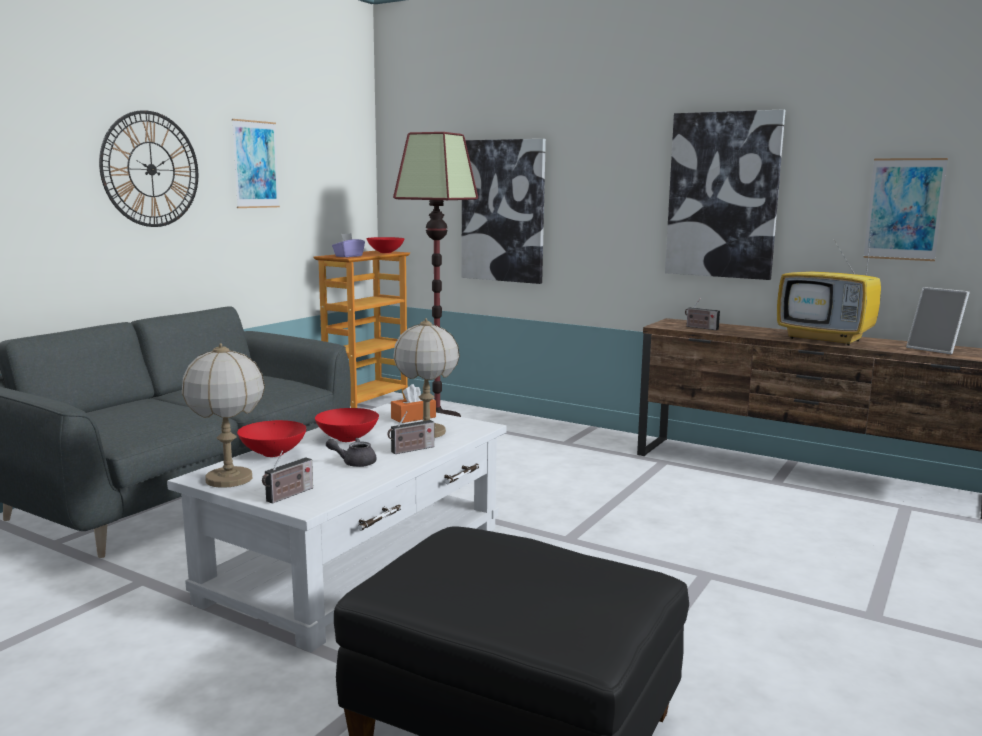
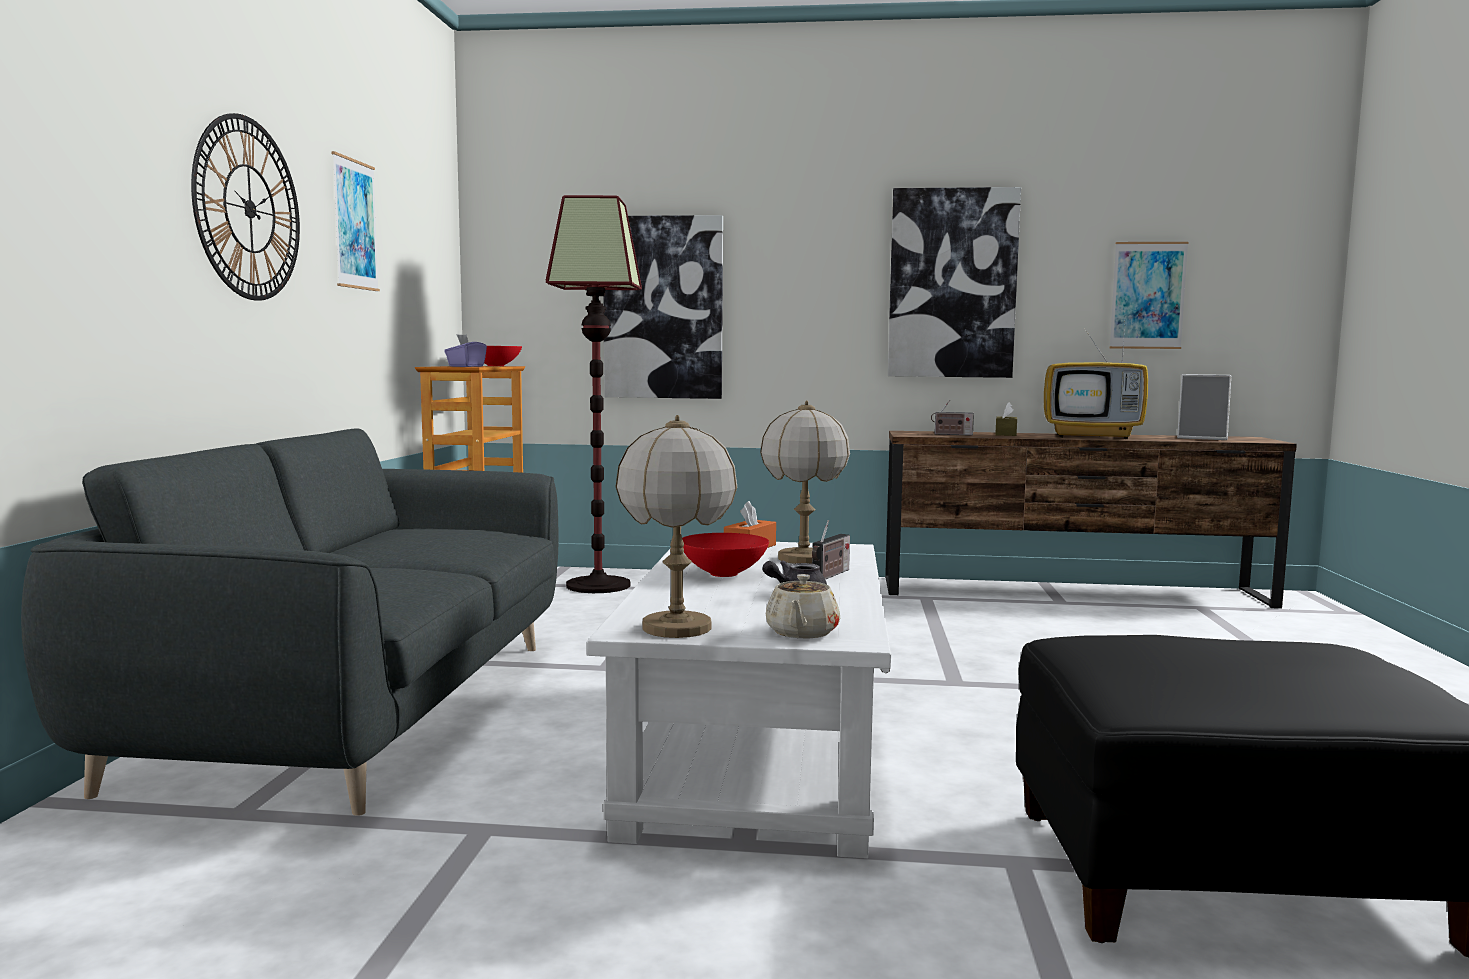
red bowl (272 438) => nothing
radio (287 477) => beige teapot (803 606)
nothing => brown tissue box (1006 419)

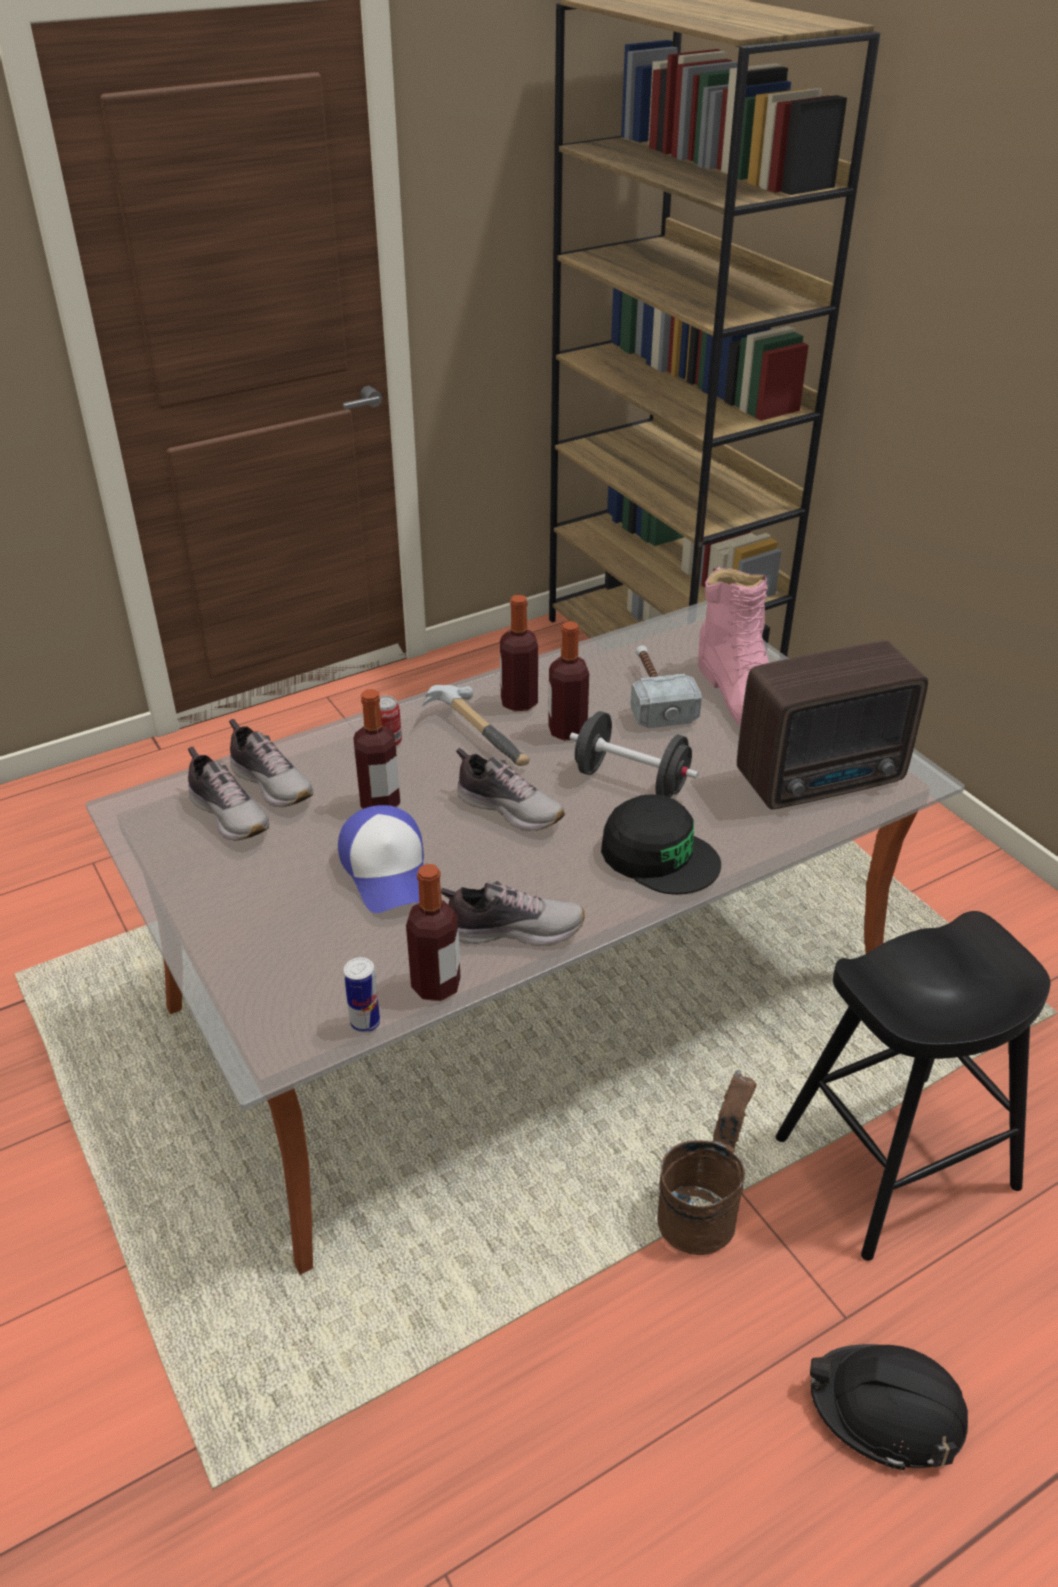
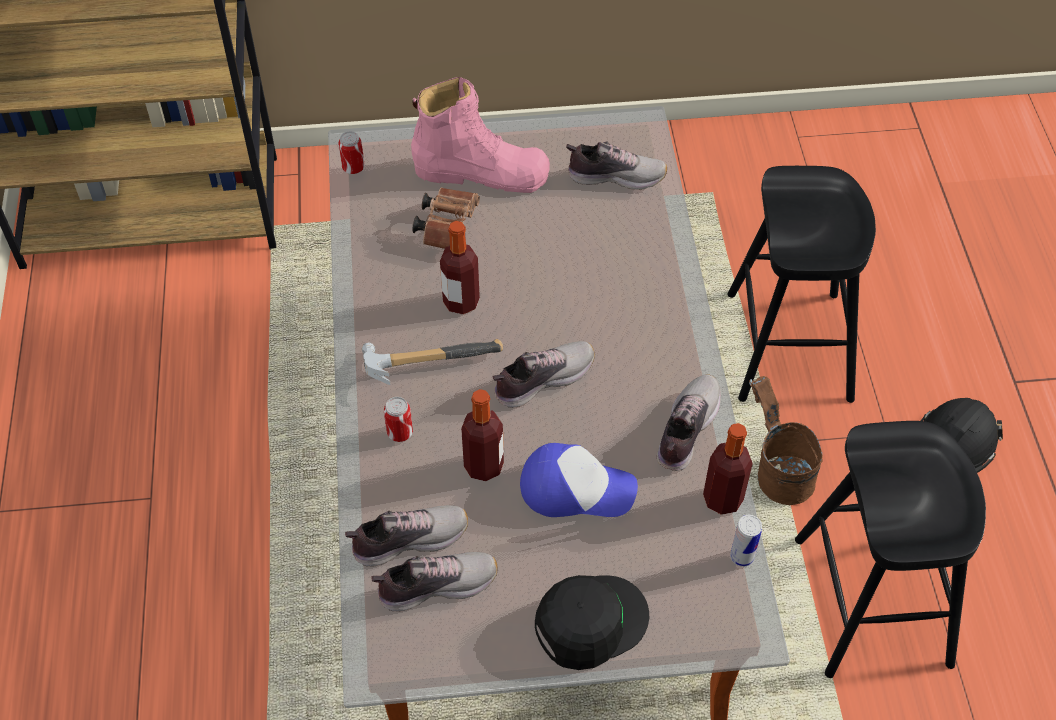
bottle (519 653) => nothing
black dumbbell (634 754) => nothing
black cap (661 844) => black cap (592 622), moved
hammer (666 687) => brown binoculars (446 218)
radio (832 725) => shoe (616 165)
nothing => can (351 152)
nothing => black stool (890 549)

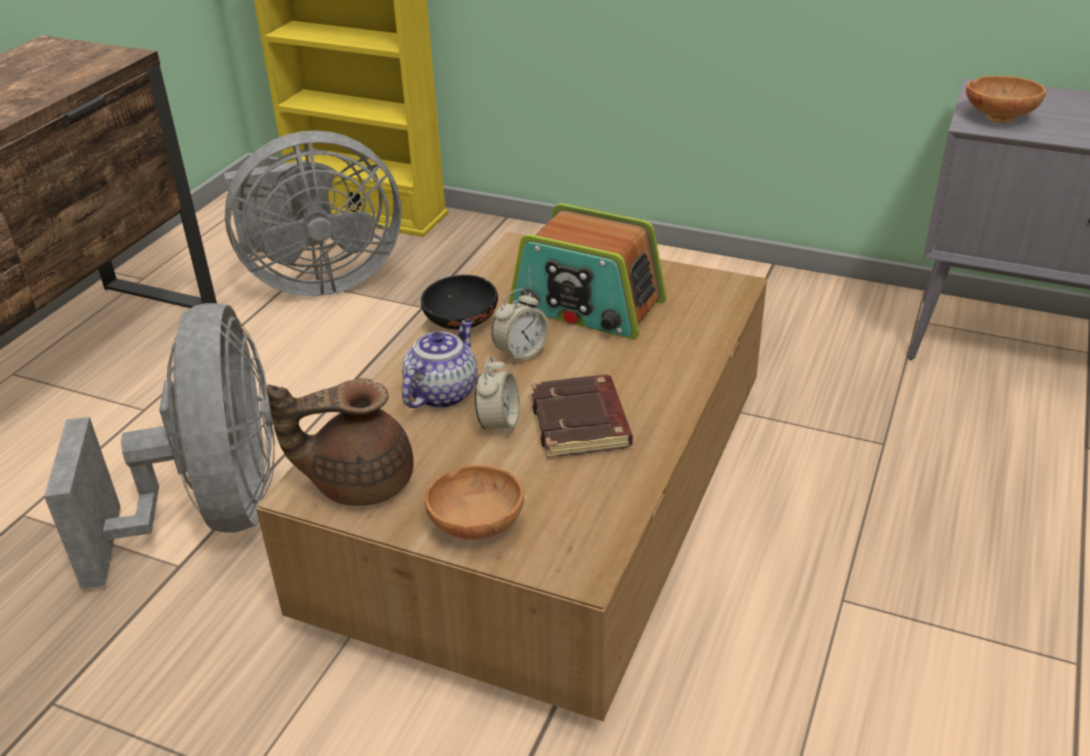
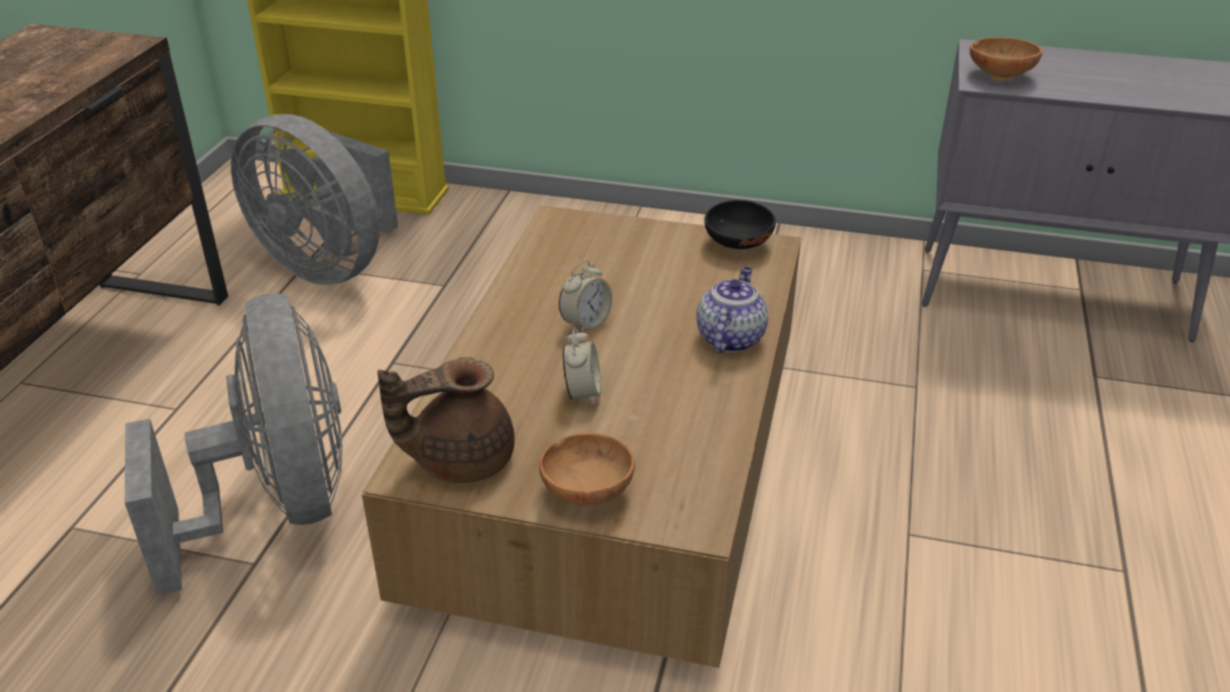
grey fan (313 213) => grey fan (314 199), 60 degrees clockwise
teapot (439 363) => teapot (732 310), moved
black bowl (459 302) => black bowl (740 224), moved
radio (588 271) => nothing
brown book (582 416) => nothing

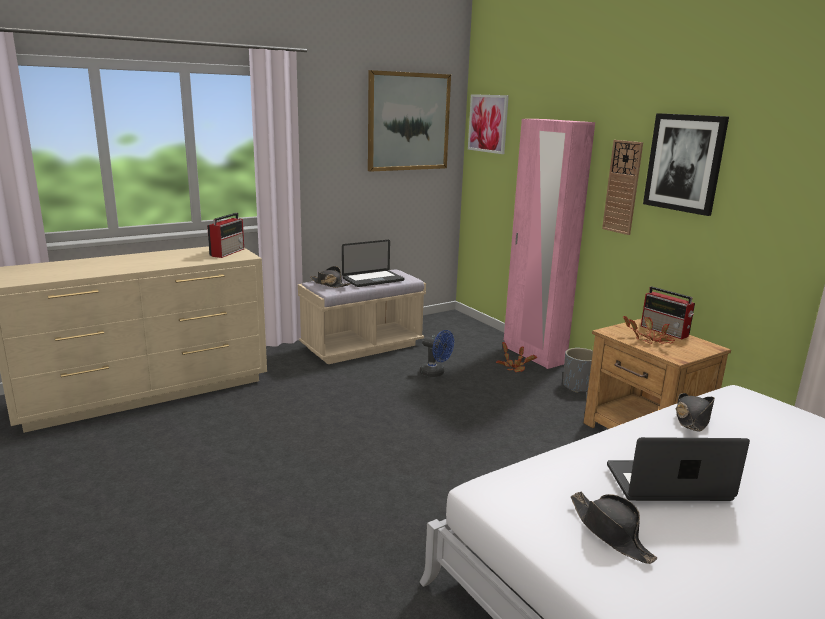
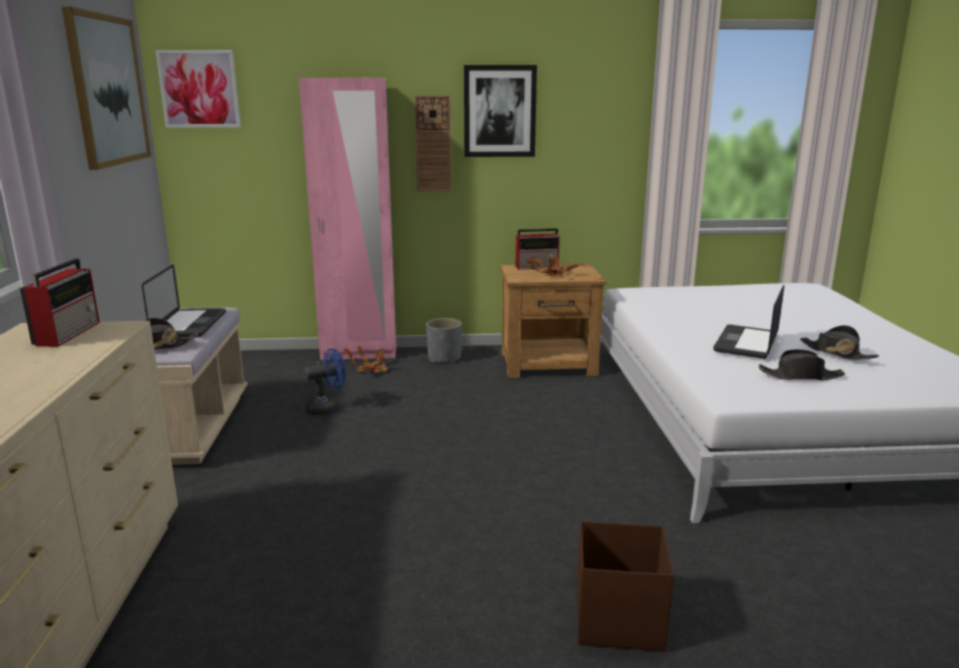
radio (225 235) => radio (60 302), 45 degrees clockwise
black hat (695 412) => black hat (839 342), moved
nothing => brown storage box (625 586)

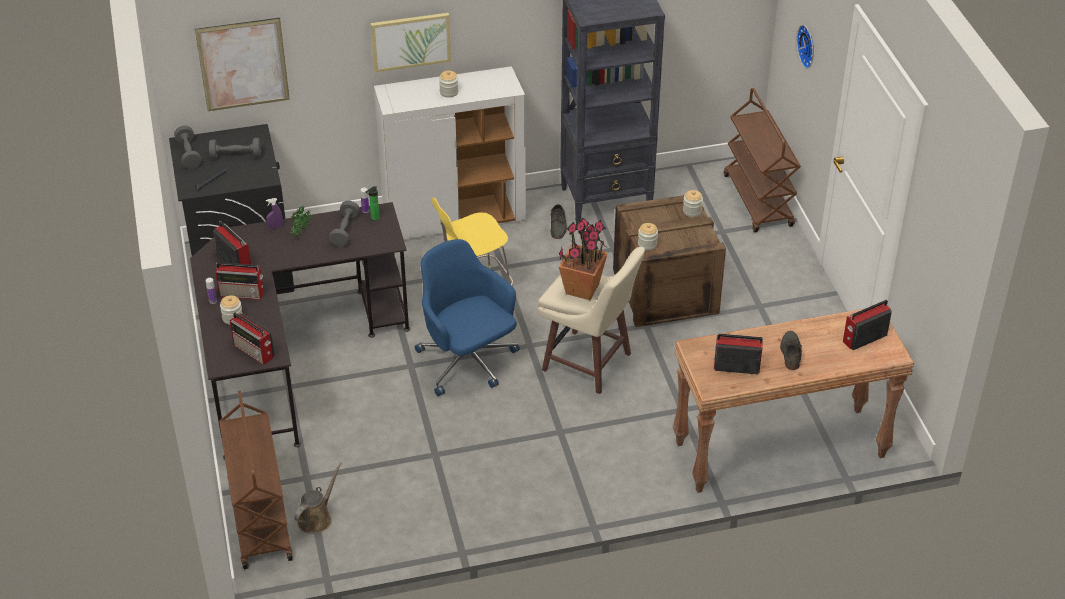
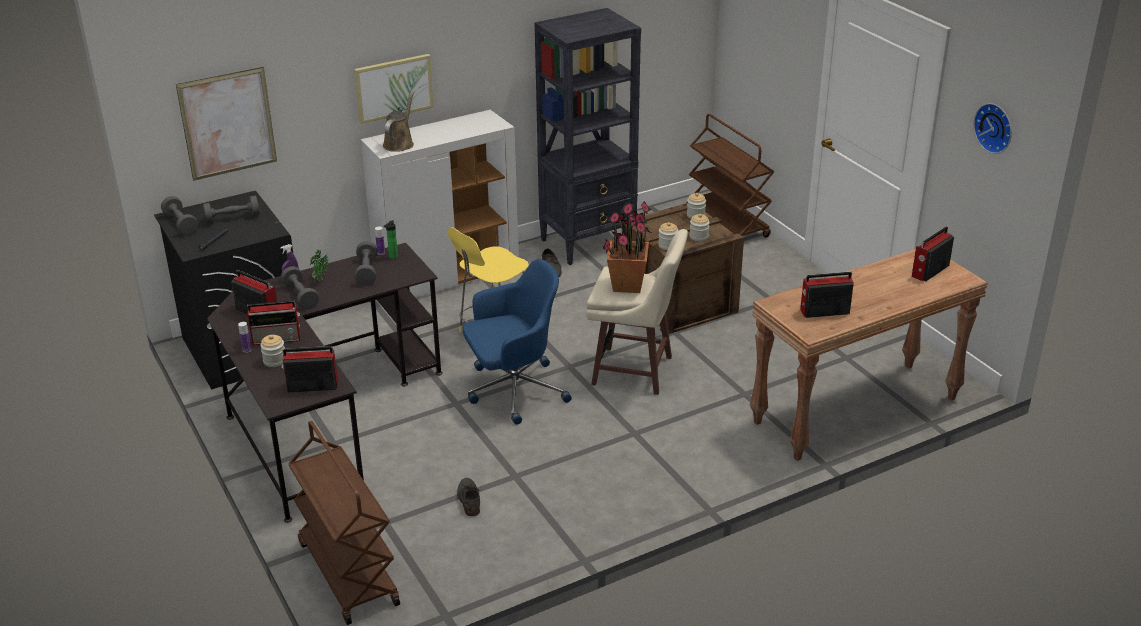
radio (252 338) => radio (309 369), 150 degrees clockwise
brown watering can (318 498) => brown watering can (398 122), moved
blue office chair (467 317) => blue office chair (517 342), 120 degrees clockwise
jar (449 84) => jar (700 227), moved
grey shoe (791 350) => grey shoe (468 497), moved
wall clock (805 47) => wall clock (992 128), moved
nothing => grey dumbbell (300 287)

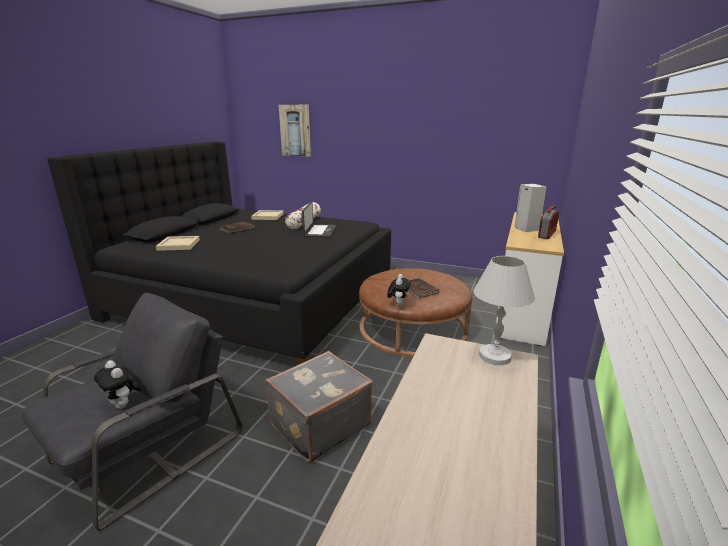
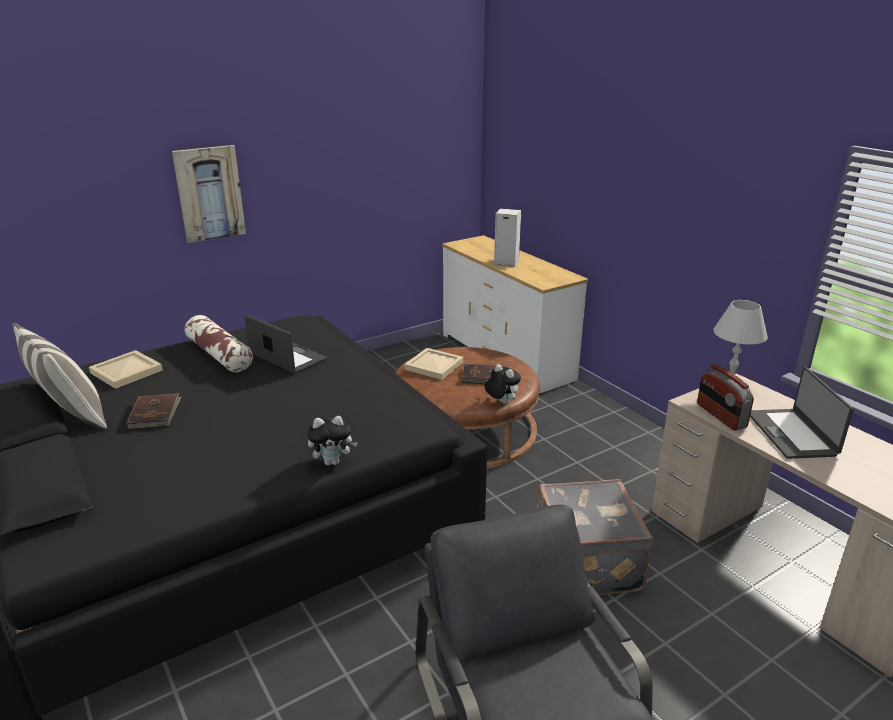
plush toy (118 384) => plush toy (332 440), moved
beige tray (178 243) => beige tray (433 364), moved
picture (295 131) => picture (209 194), moved
radio (548 222) => radio (725 397), moved
nothing => pillow (59 375)
nothing => laptop (802 413)

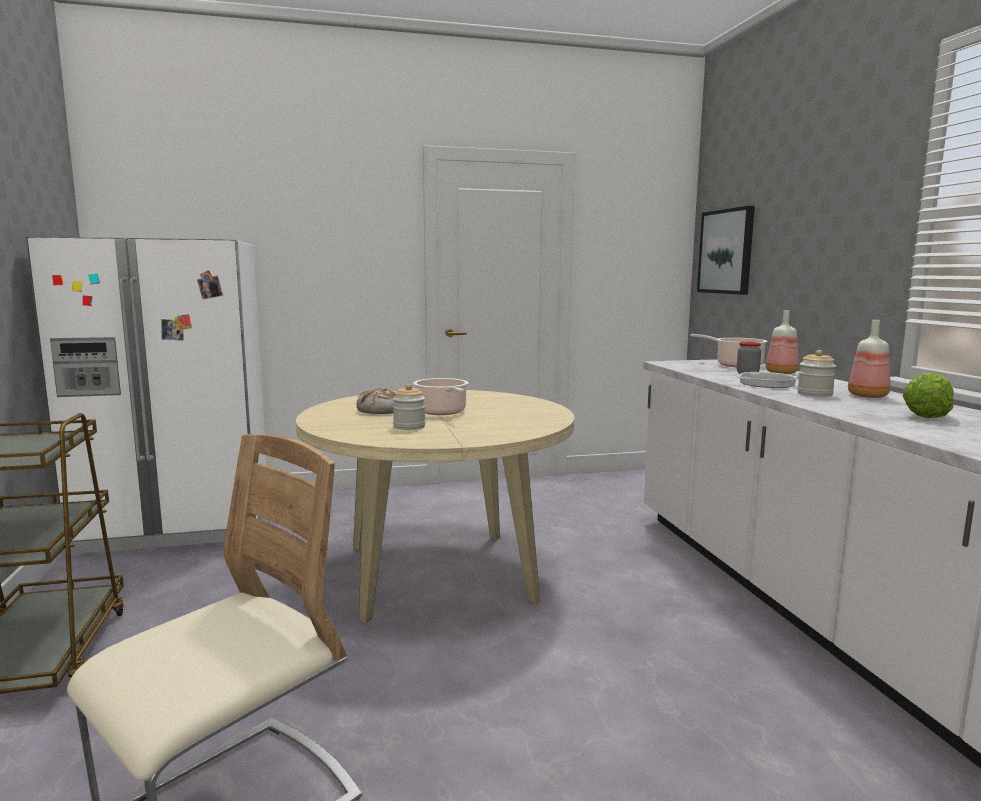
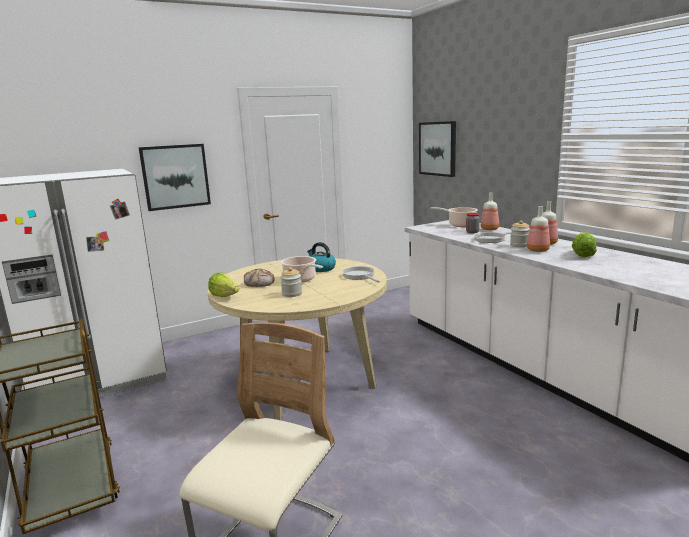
nothing => picture (175 177)
nothing => lettuce (223 285)
nothing => kettle (321 257)
nothing => frying pan (361 274)
nothing => bottle (538 229)

